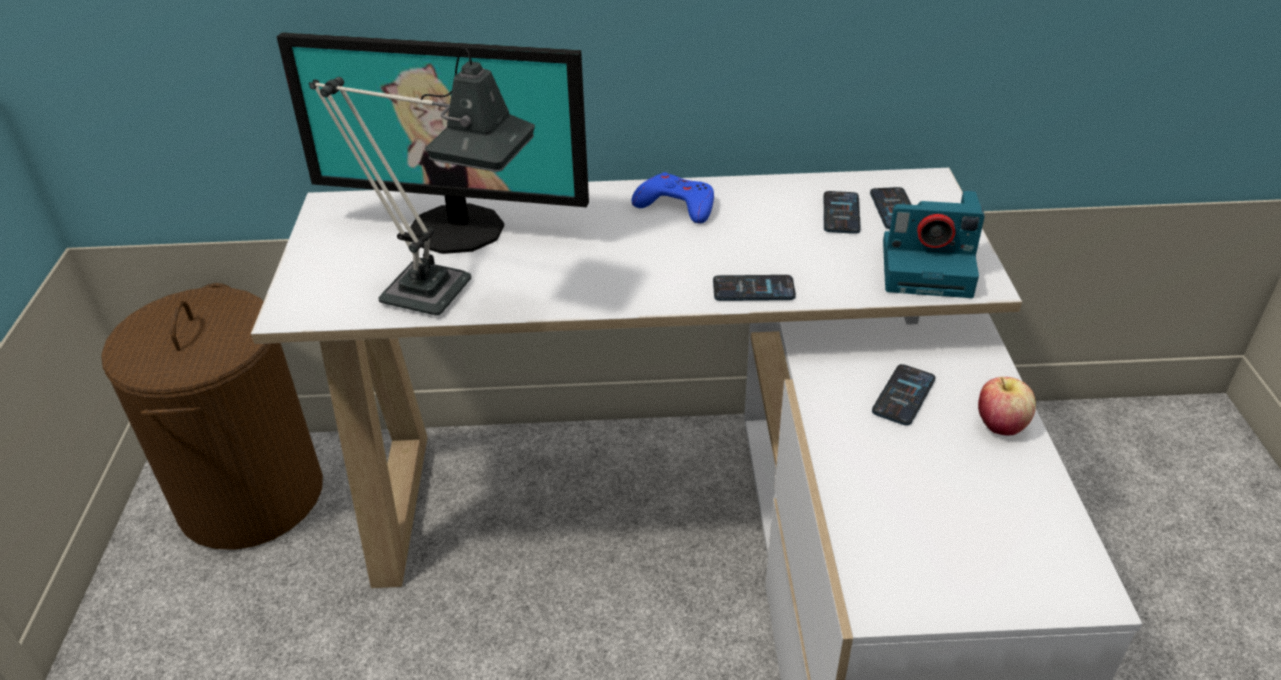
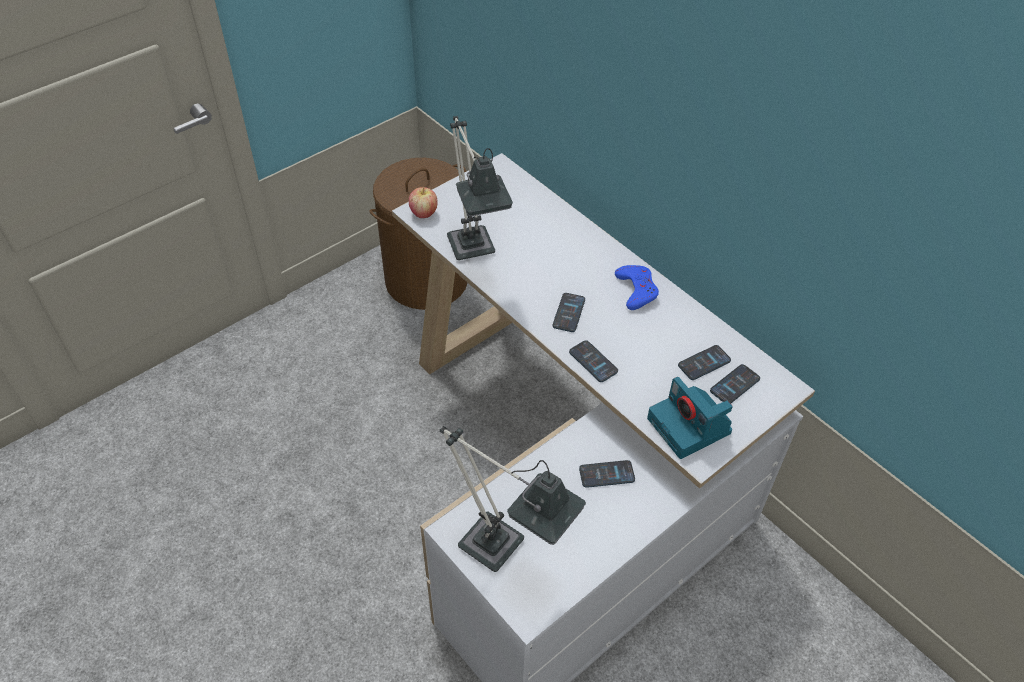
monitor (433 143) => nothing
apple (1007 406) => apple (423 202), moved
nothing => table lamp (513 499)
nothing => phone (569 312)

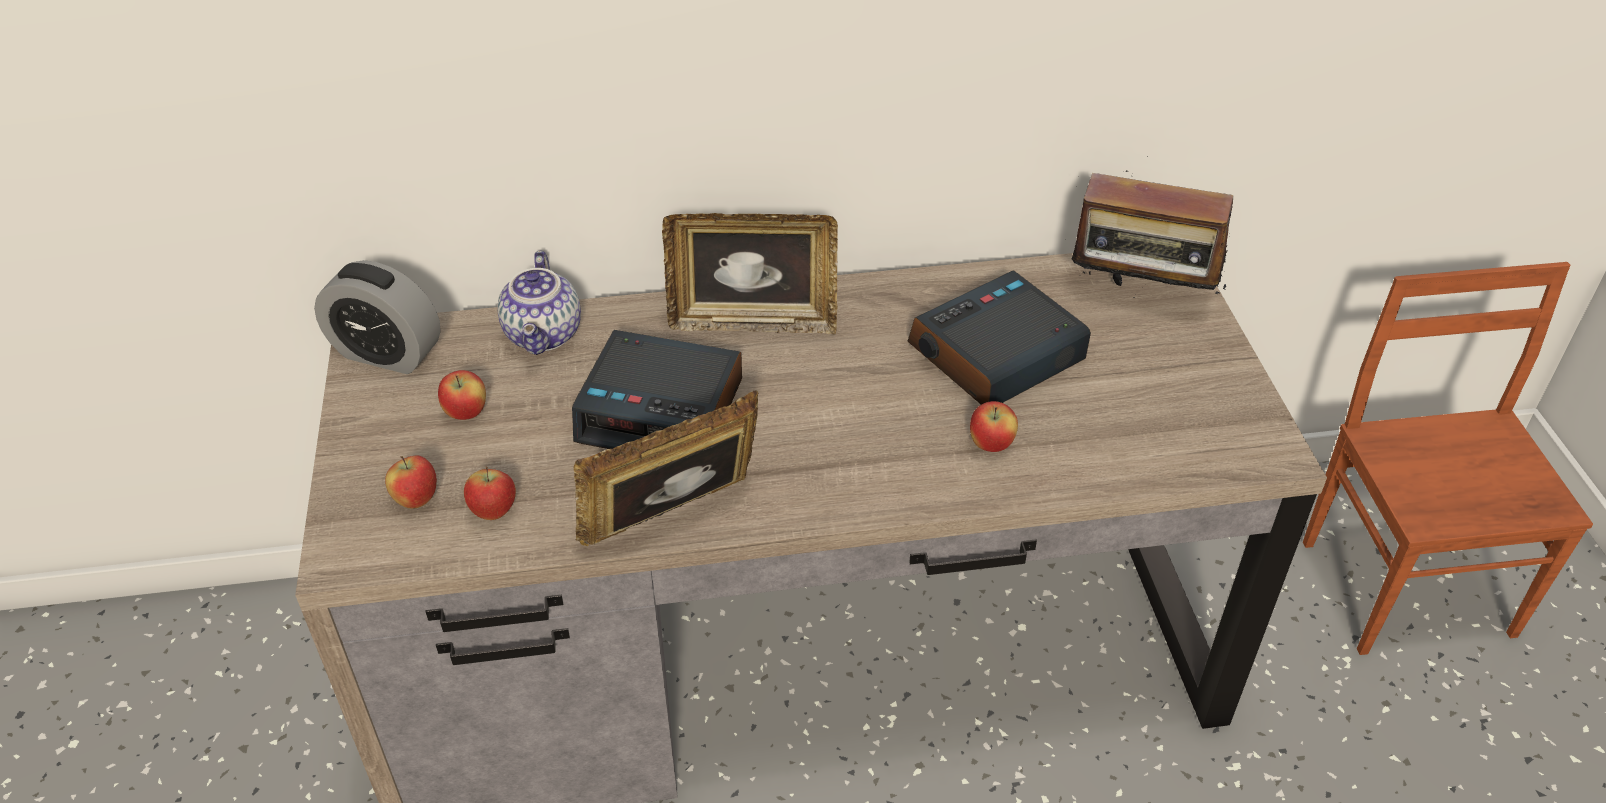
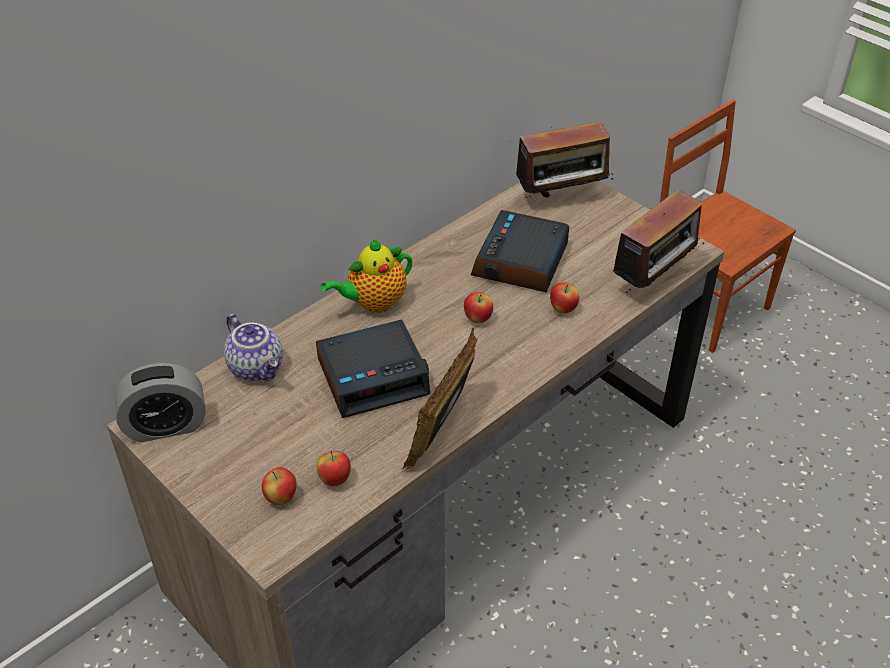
apple (462 395) => apple (478 308), moved
picture frame (750 274) => teapot (366 276)
nothing => radio (656 242)

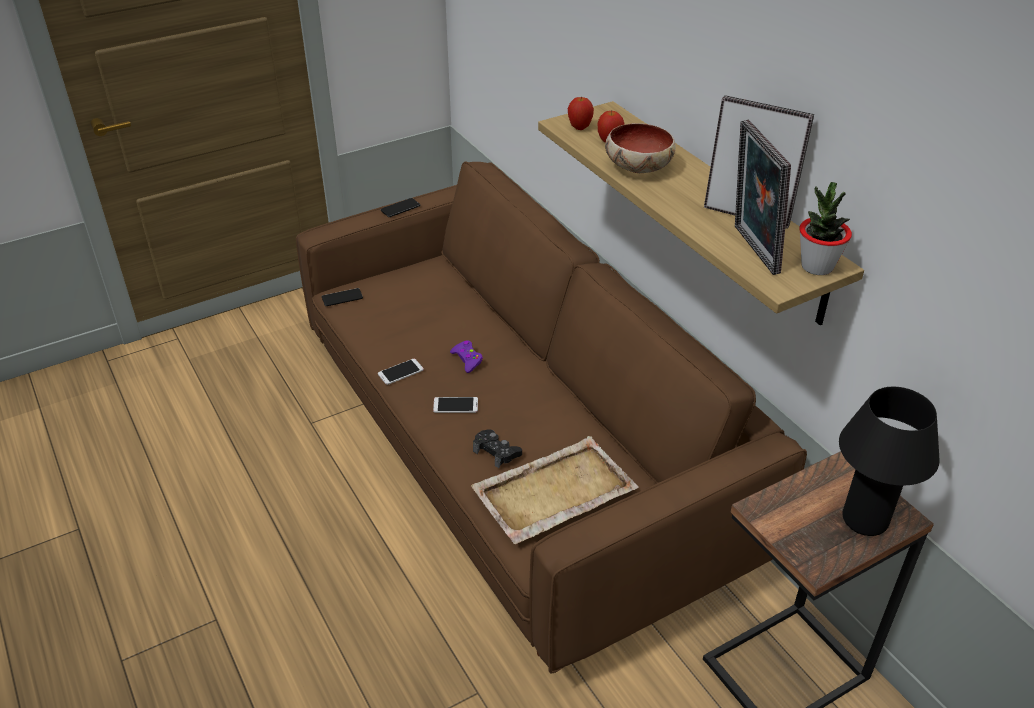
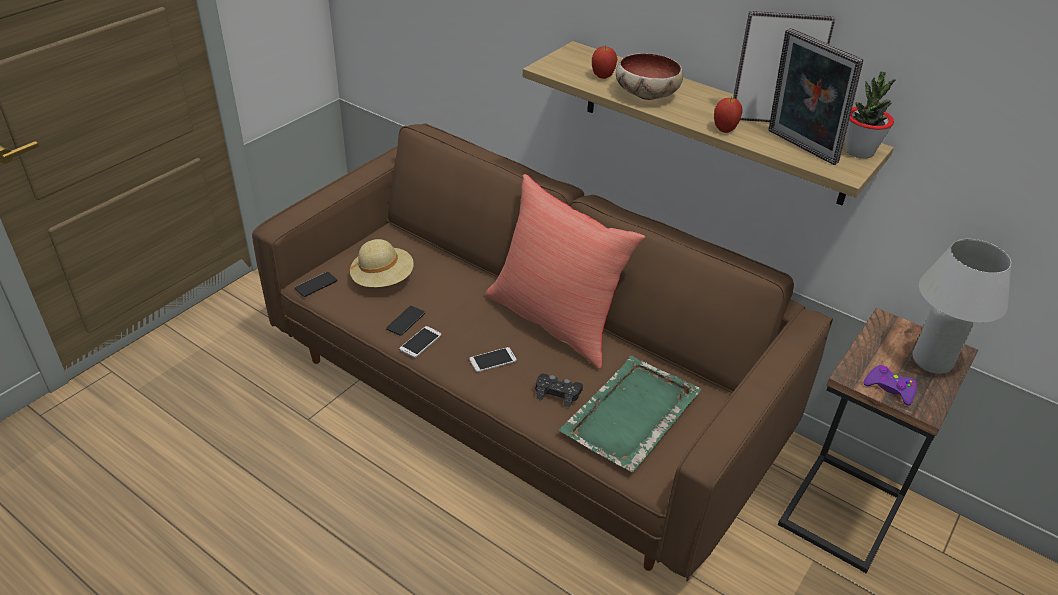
phone (400 207) => phone (405 321), moved
purple game controller (466 356) => purple game controller (890 385), moved
beige tray (554 490) => green tray (630 414)
apple (581 113) => apple (728 115), moved
black table lamp (889 461) => white table lamp (962 306)
nothing => beige hat (381 263)
nothing => red pillow (565 271)

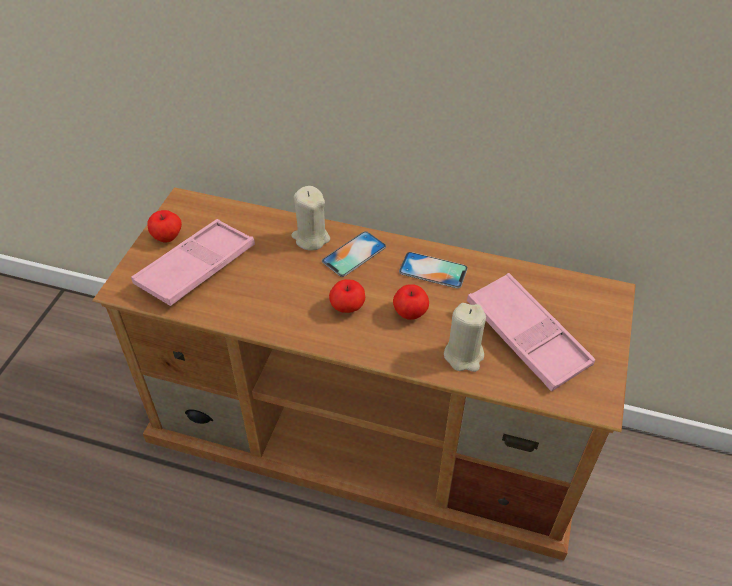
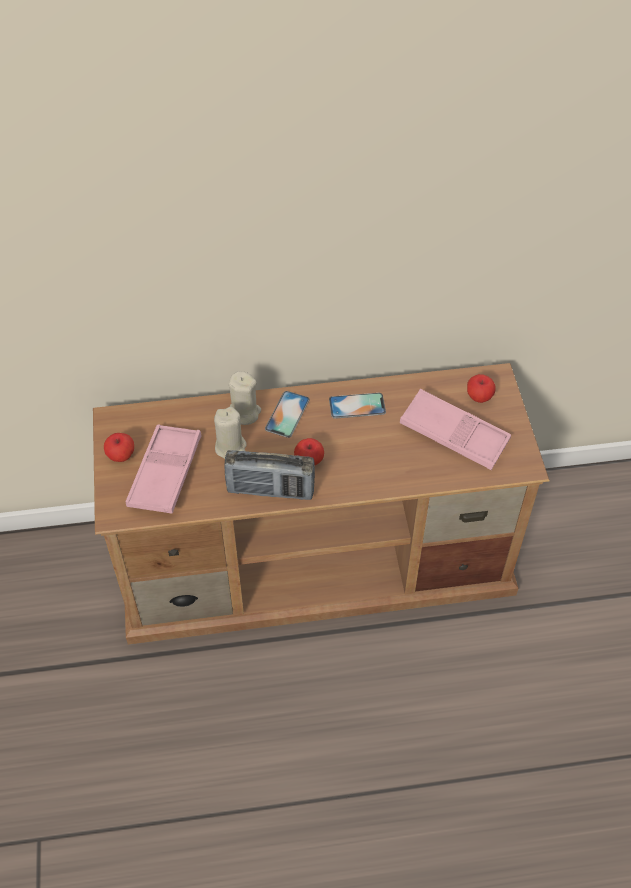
apple (411 302) => apple (481 388), moved
beige candle (465 337) => beige candle (230 433), moved
nothing => radio (269 475)

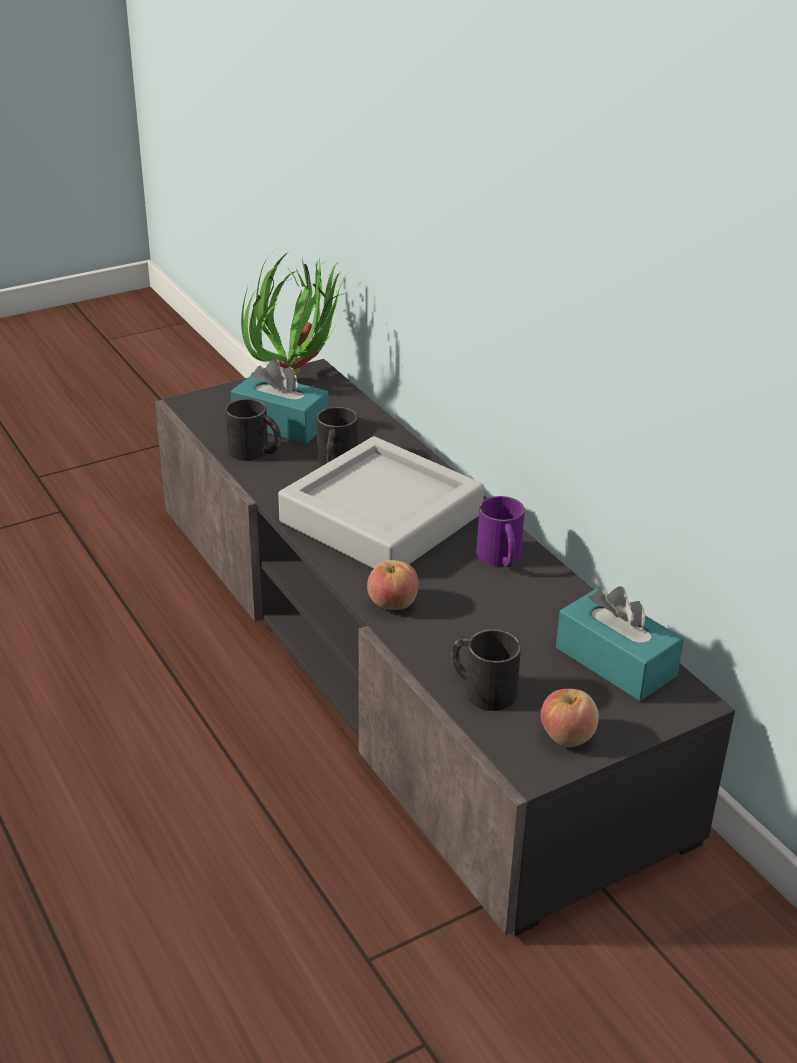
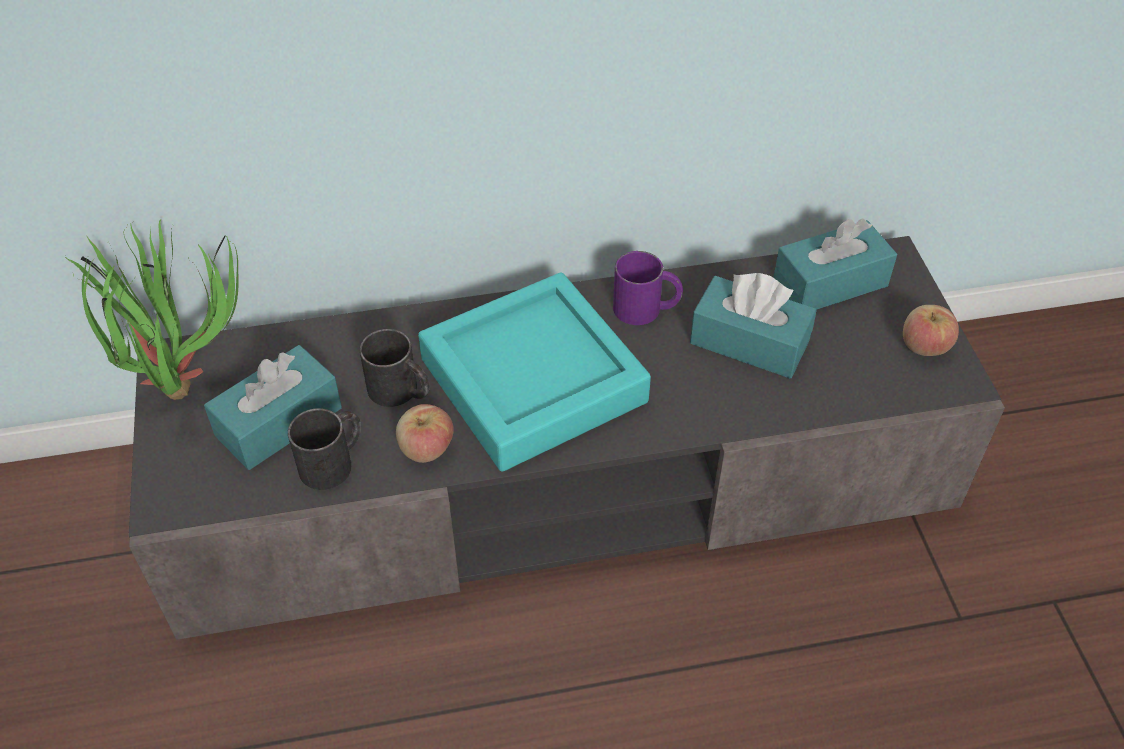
grey tray (381 502) => turquoise tray (534 371)
apple (393 585) => apple (425 433), moved
black mug (486 670) => nothing
nothing => turquoise tissue box (753 325)

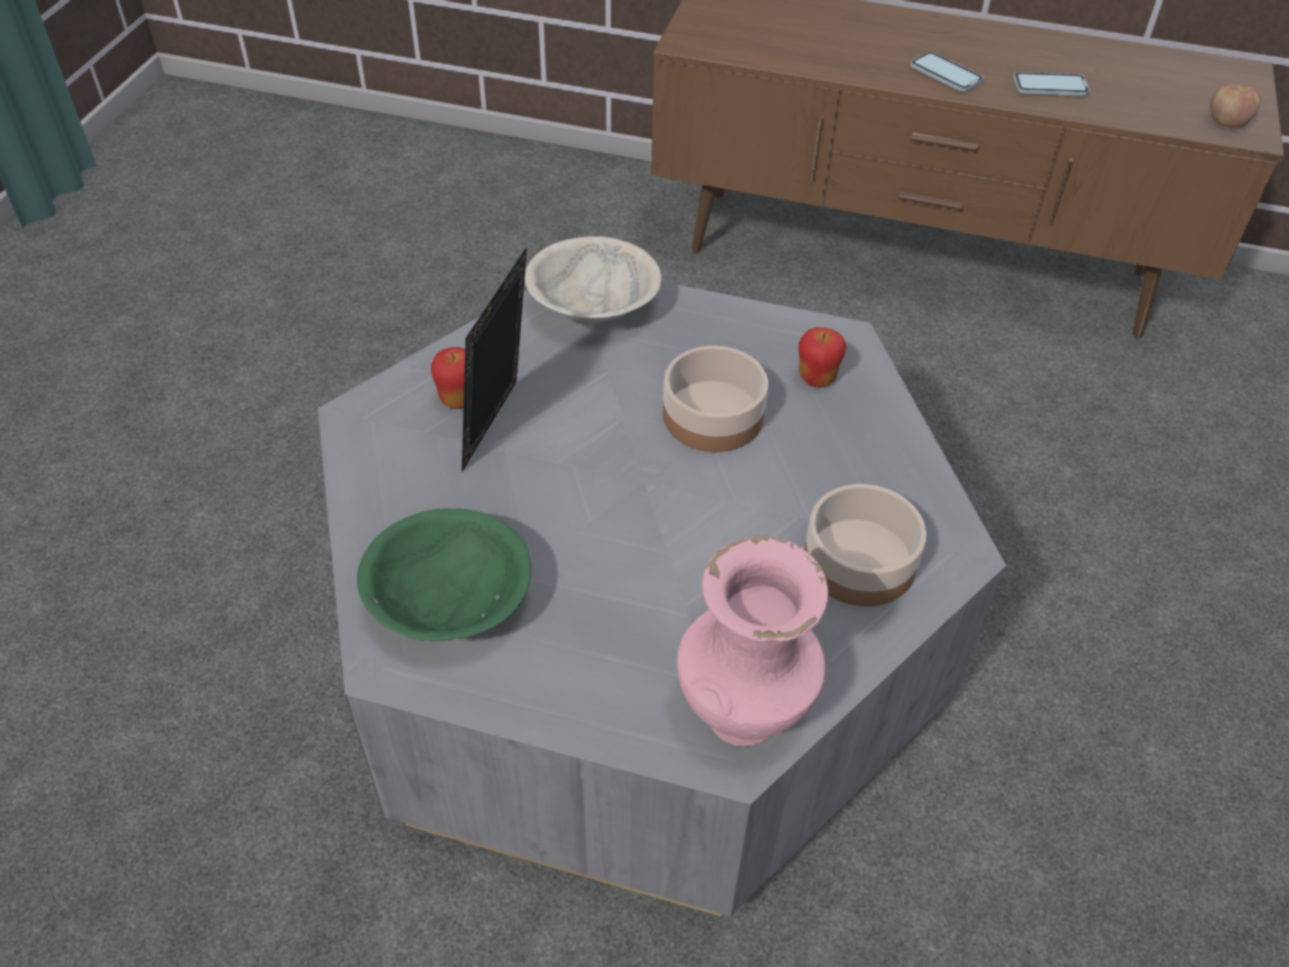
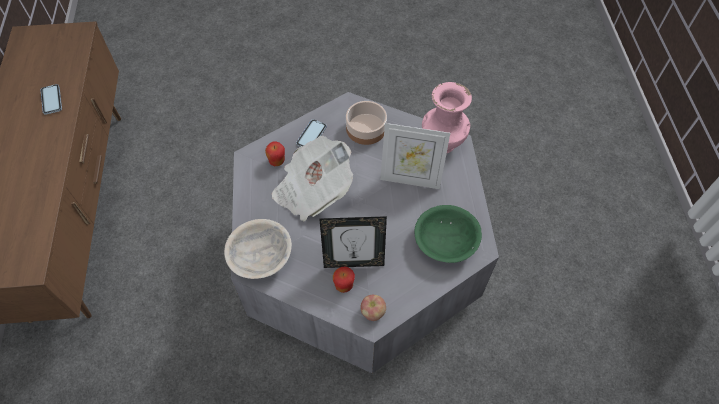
bowl (715 399) => newspaper (312 178)
phone (947 72) => phone (311 133), moved
apple (1235 105) => apple (373 308), moved
nothing => picture frame (415 156)

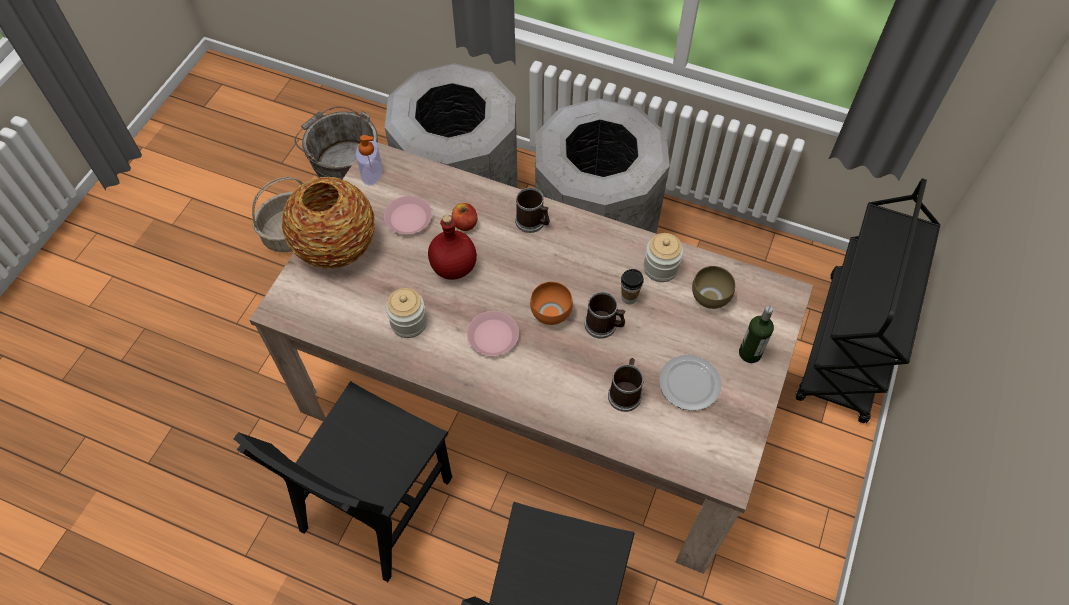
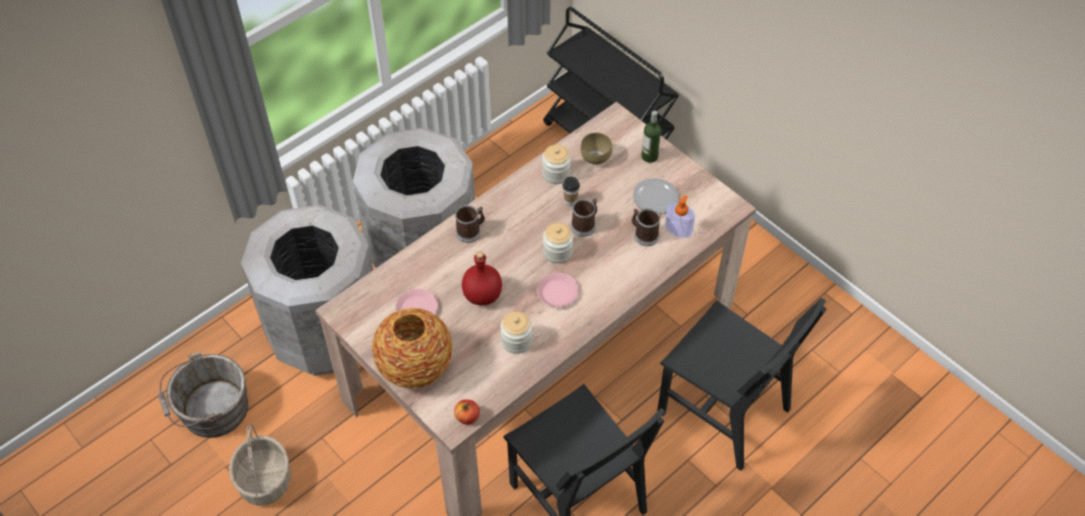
soap dispenser (369 160) => soap dispenser (680 216), moved
apple (465 217) => apple (467 412), moved
orange bowl (551 303) => jar (558 243)

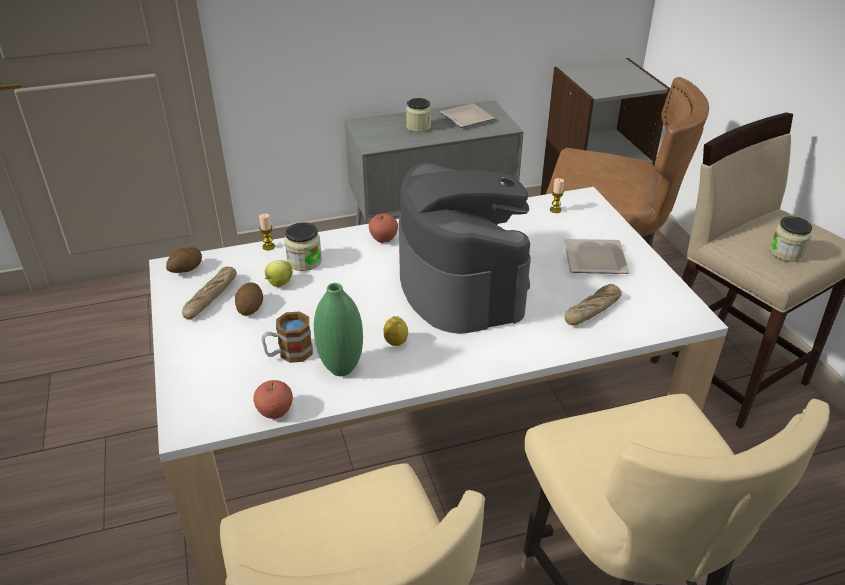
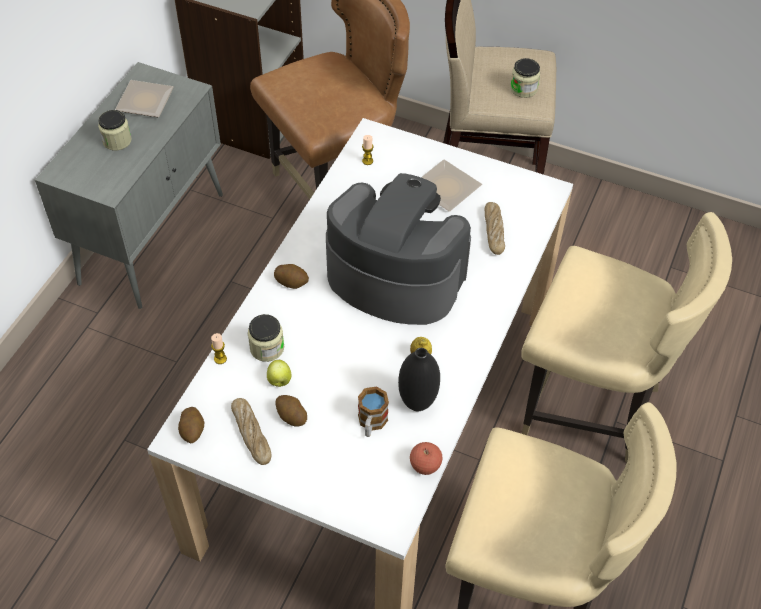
green vase (338 329) => black vase (419 379)
apple (383 228) => potato (291 276)

